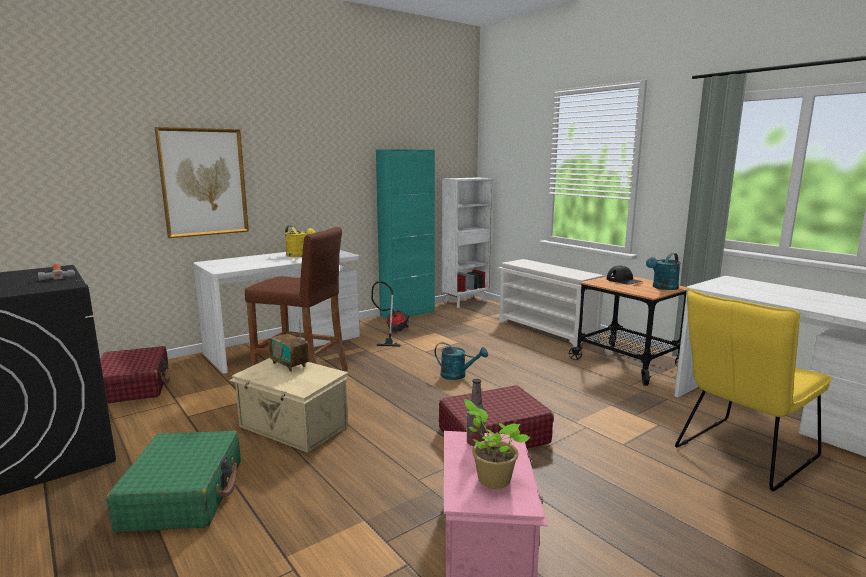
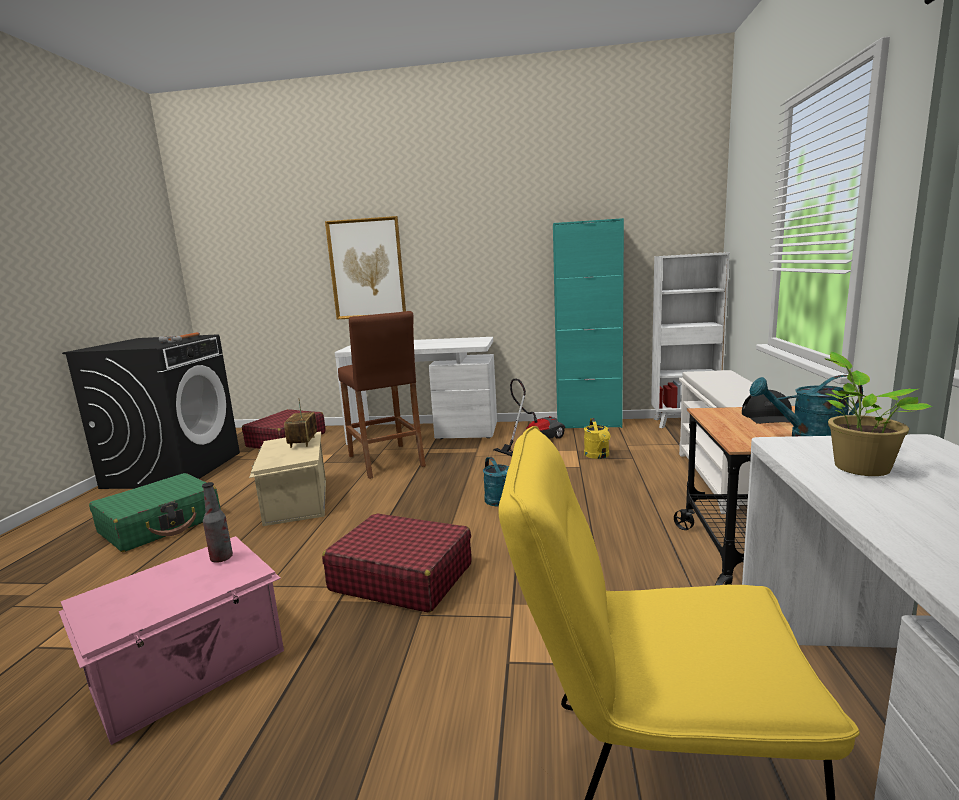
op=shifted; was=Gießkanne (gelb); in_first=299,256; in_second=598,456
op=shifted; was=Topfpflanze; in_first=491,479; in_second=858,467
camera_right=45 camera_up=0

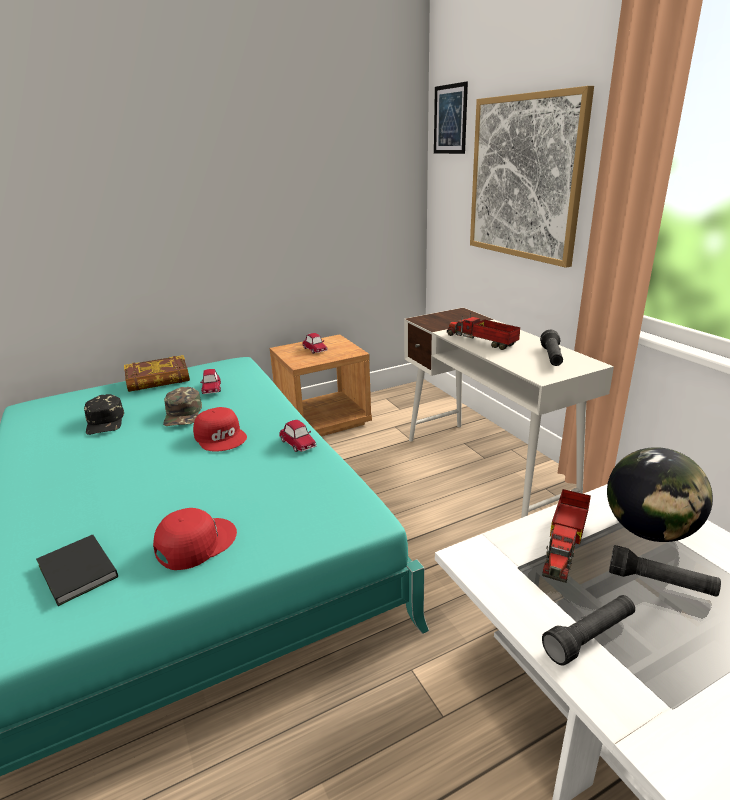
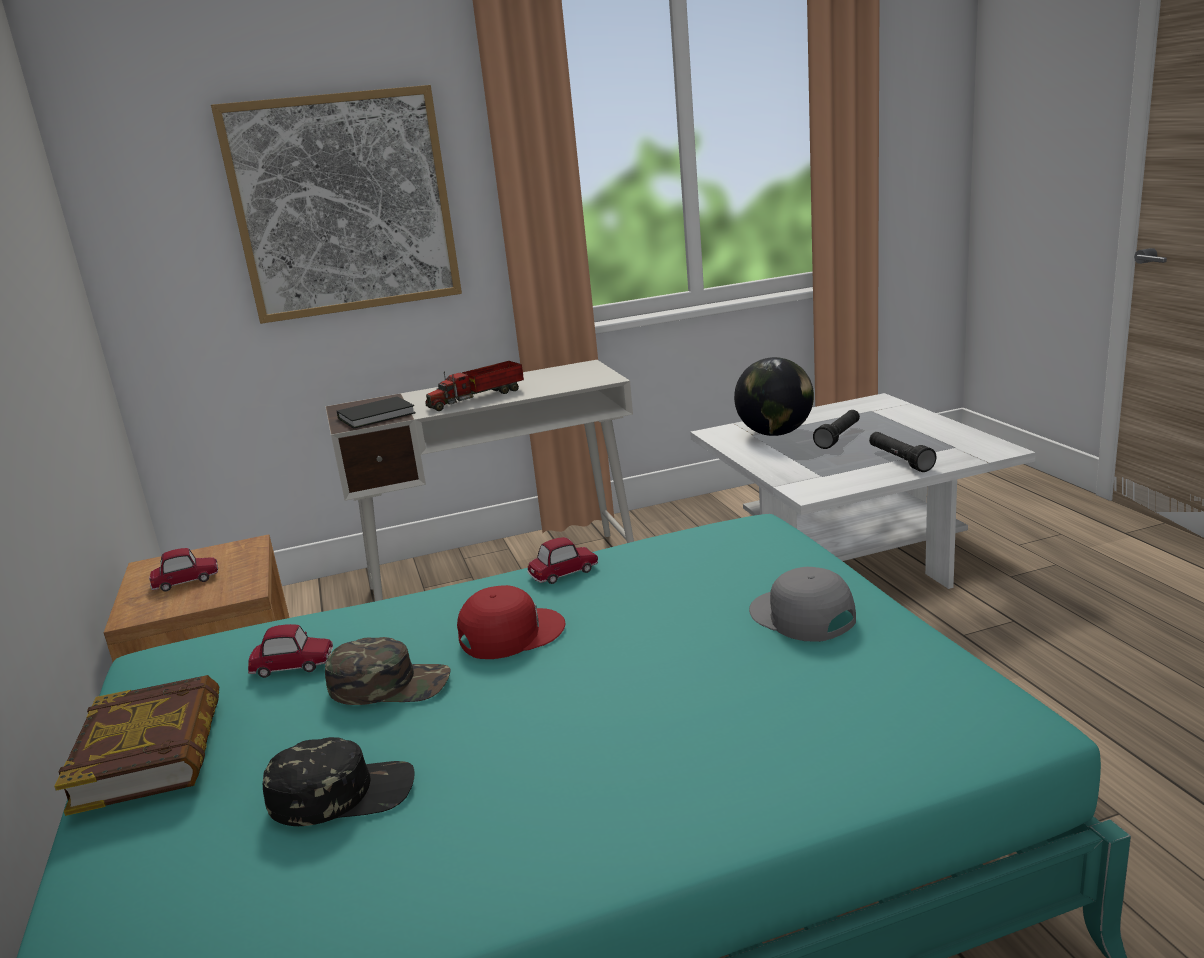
op=gone; was=Bild; in_first=450,119
op=gone; was=Taschenlampe (schwarz); in_first=551,357
op=gone; was=Spielzeuglaster; in_first=565,543
op=shifted; was=Buch (schwarz); in_first=77,573; in_second=378,415
op=repainted; was=Kappe (rot); now=Kappe (grau); in_first=195,543; in_second=801,616
camera_right=-80 camera_up=-5

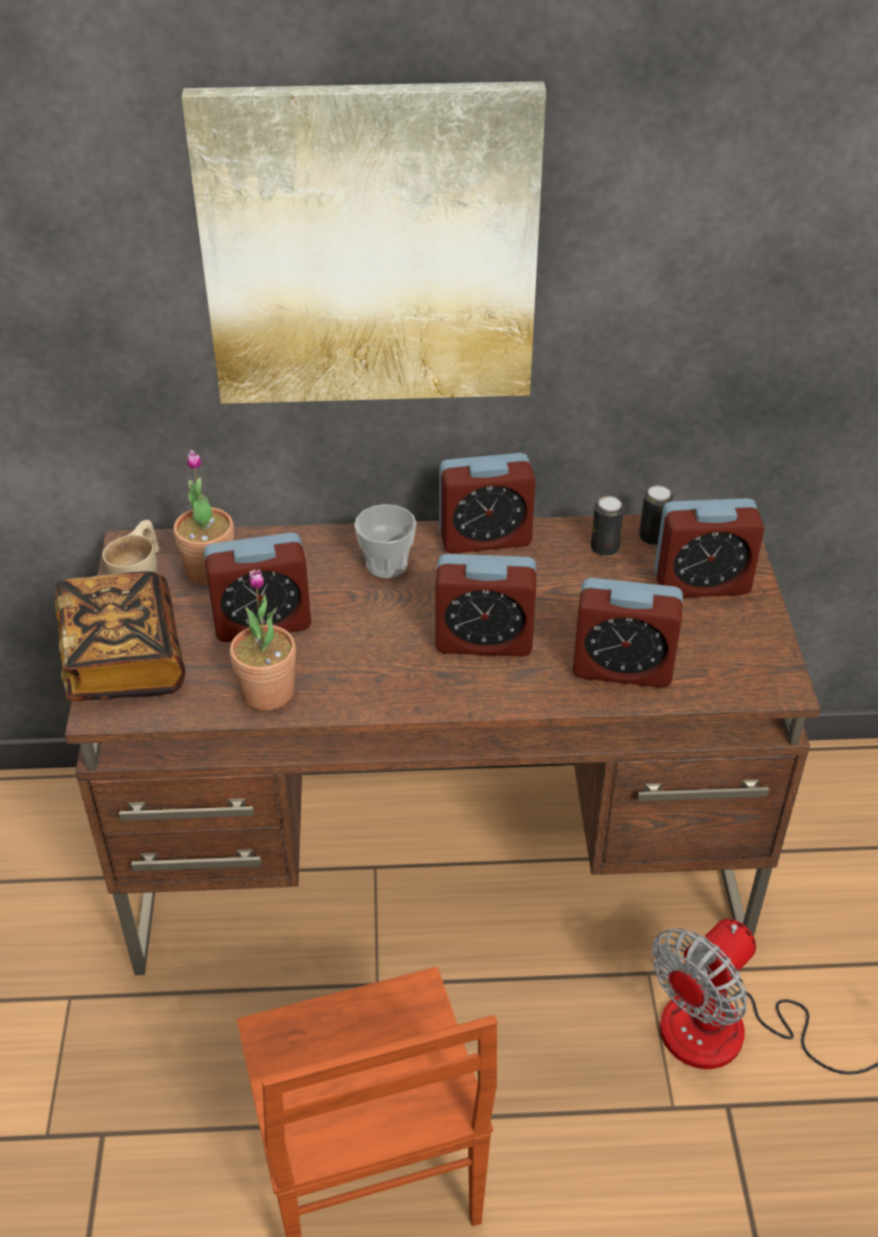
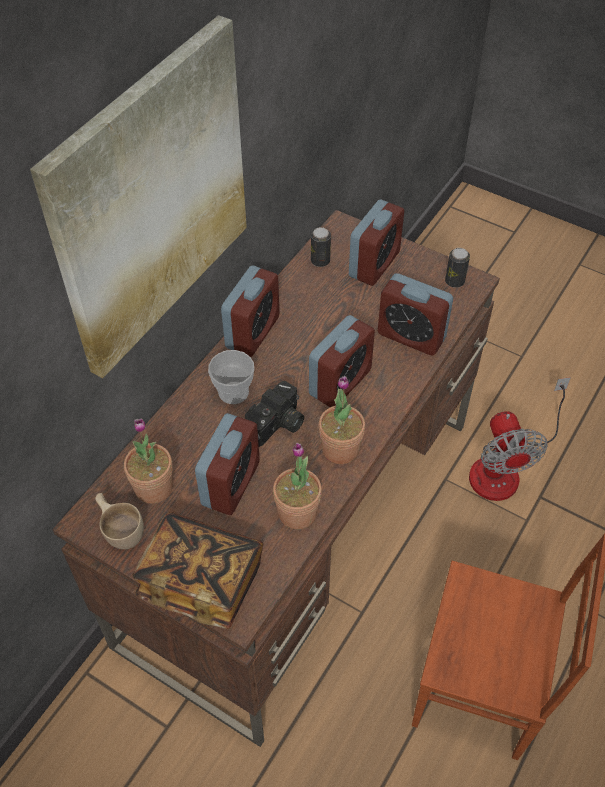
op=new; now=Kamera; in_second=277,426
op=new; now=Topfpflanze; in_second=340,449
op=shifted; was=Dose; in_first=604,548; in_second=454,281
op=rotated; was=Wecker; in_first=622,668; in_second=411,336; clockwise=75
camera_right=-55 camera_up=10

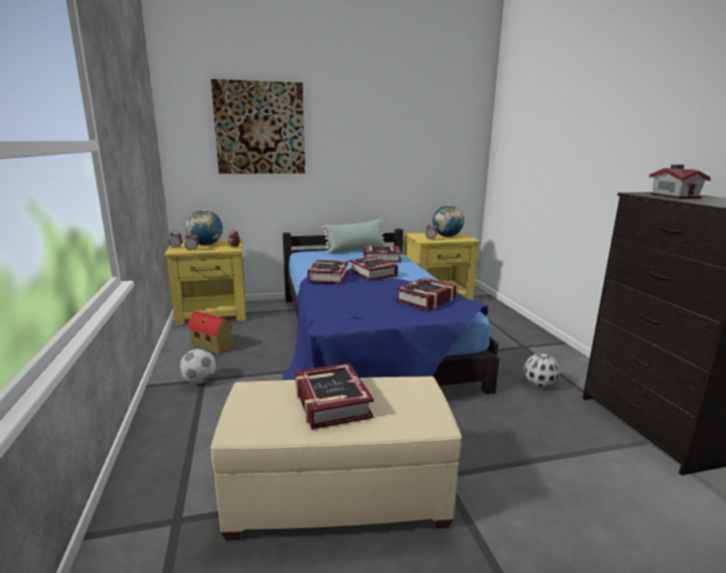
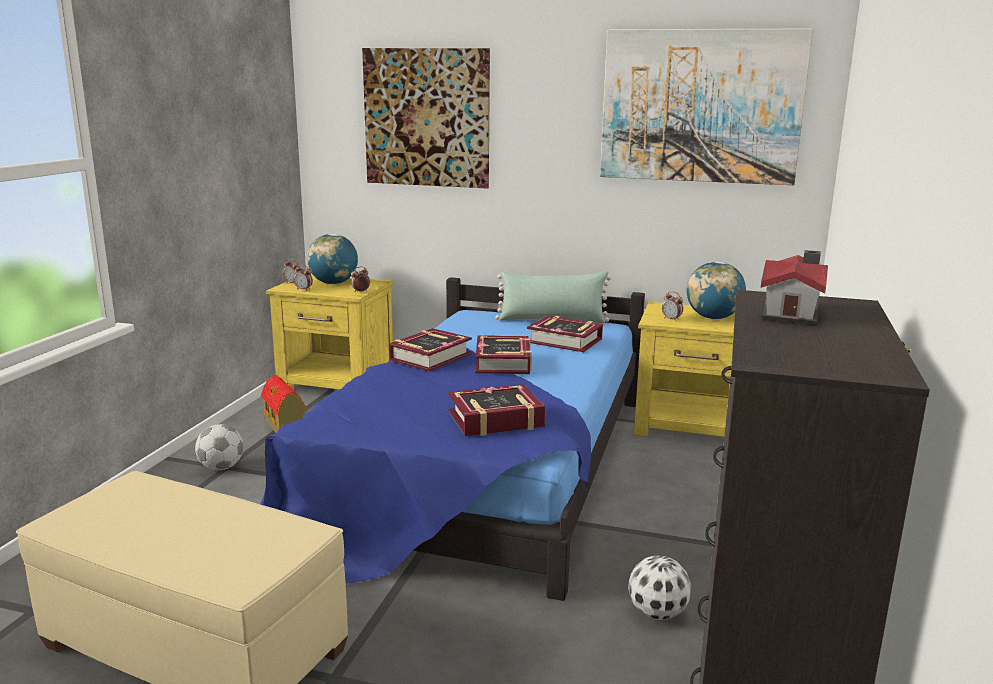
op=gone; was=Buch; in_first=331,402
op=new; now=Bild; in_second=700,106
camera_right=30 camera_up=0

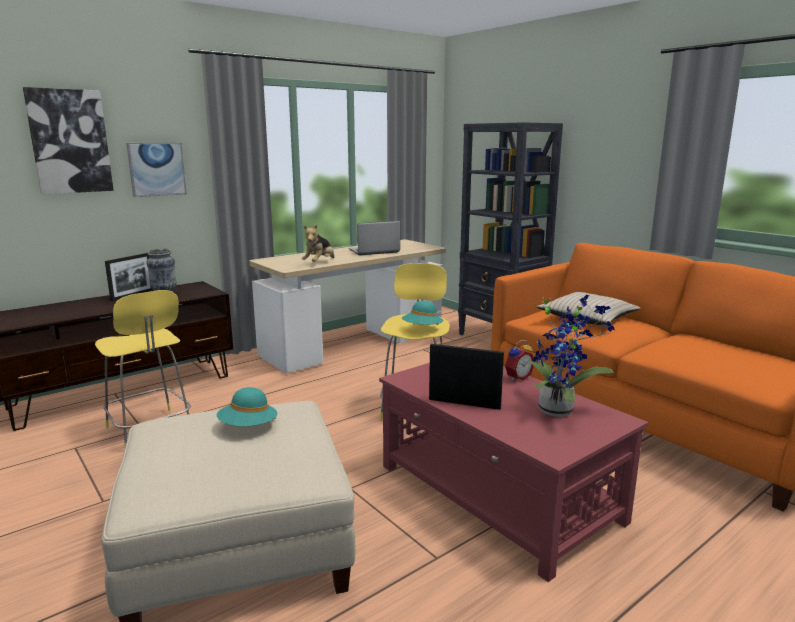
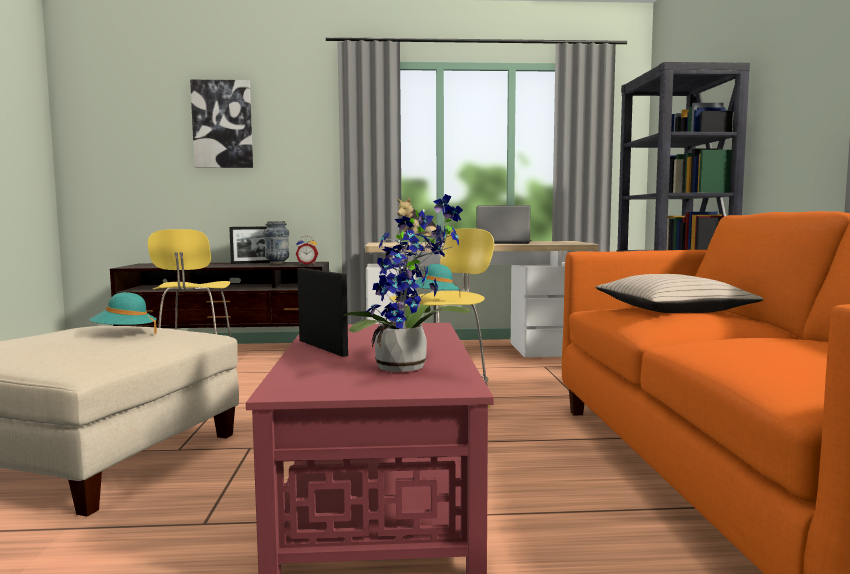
op=gone; was=Bild; in_first=157,169
op=shifted; was=Wecker; in_first=517,377; in_second=307,264
camera_right=35 camera_up=-10

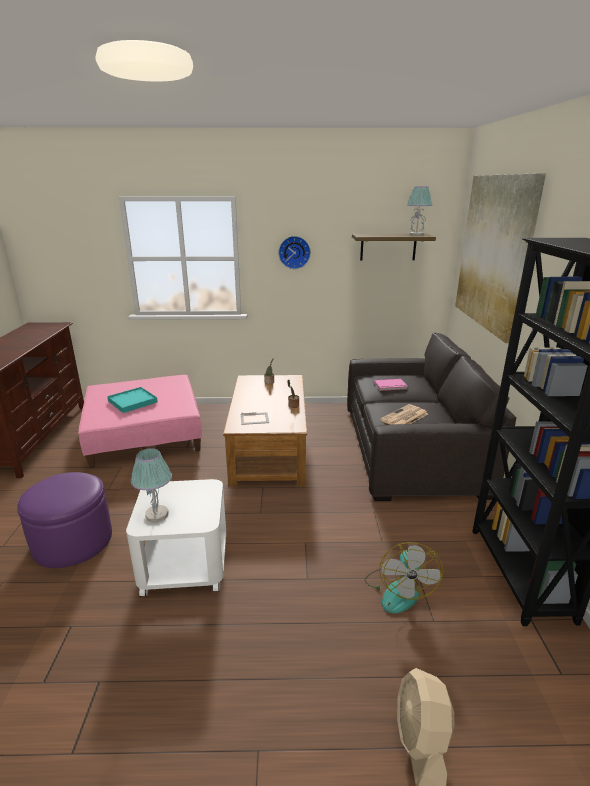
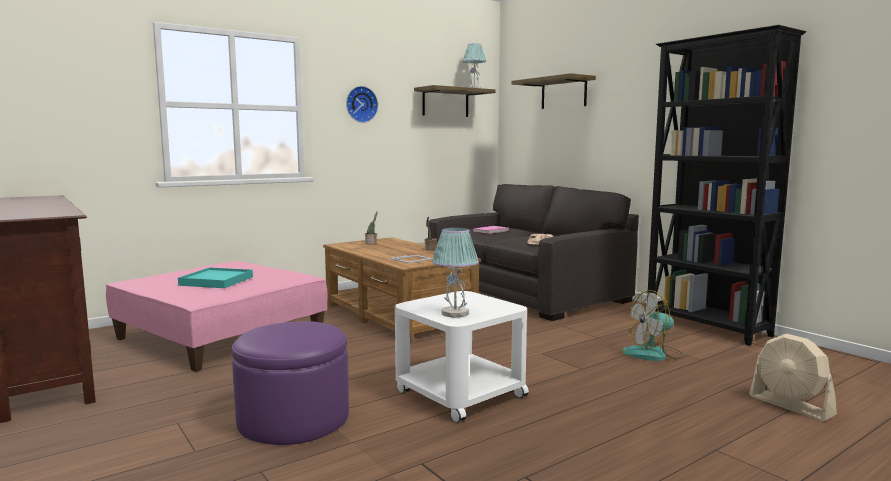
op=swapped; was=Bild; now=Wandregal; in_first=494,253; in_second=563,93
op=rotated; was=Ventilator; in_first=398,590; in_second=654,354; clockwise=105
camera_right=-35 camera_up=-15

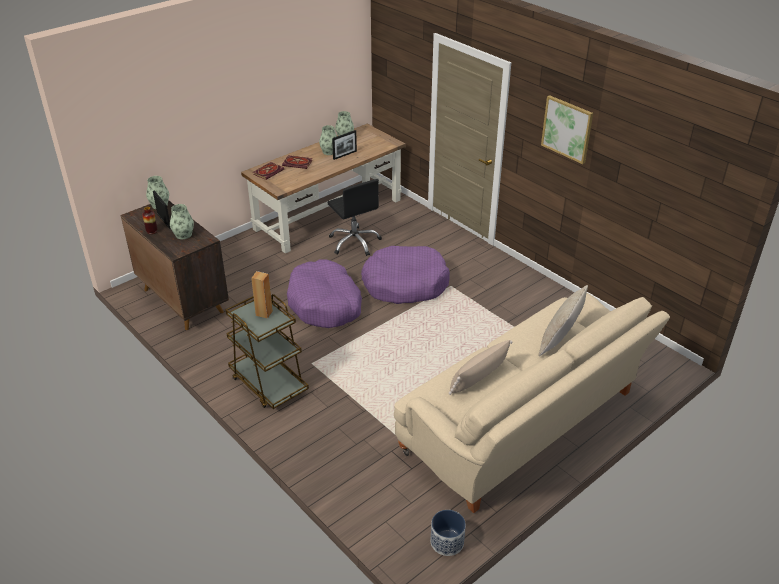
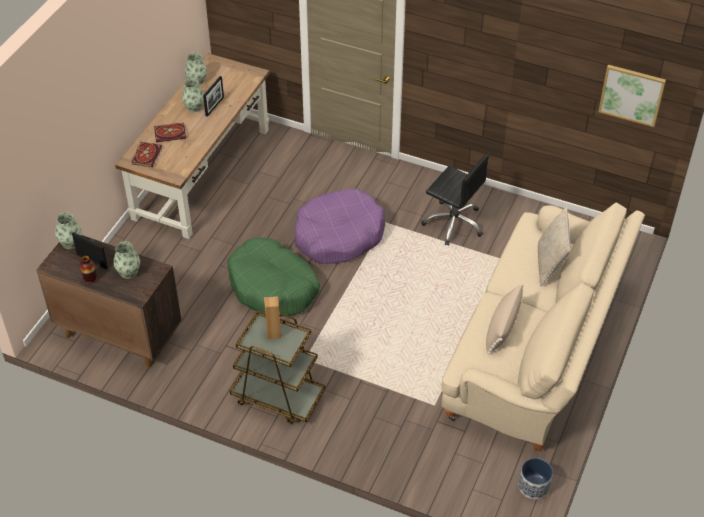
op=shifted; was=Bürostuhl (schwarz); in_first=354,242; in_second=454,223
op=shifted; was=Bild; in_first=567,129; in_second=631,94
op=repainted; was=Hundebett (lila); now=Hundebett (grün); in_first=325,304; in_second=273,287
camera_right=-25 camera_up=10

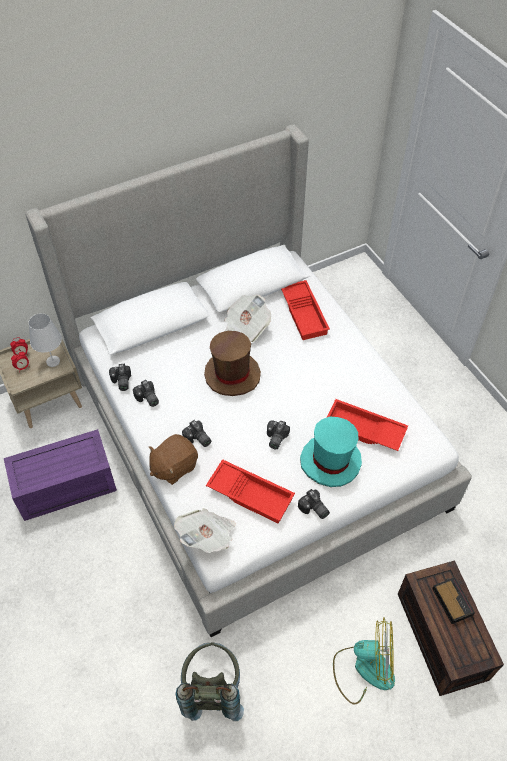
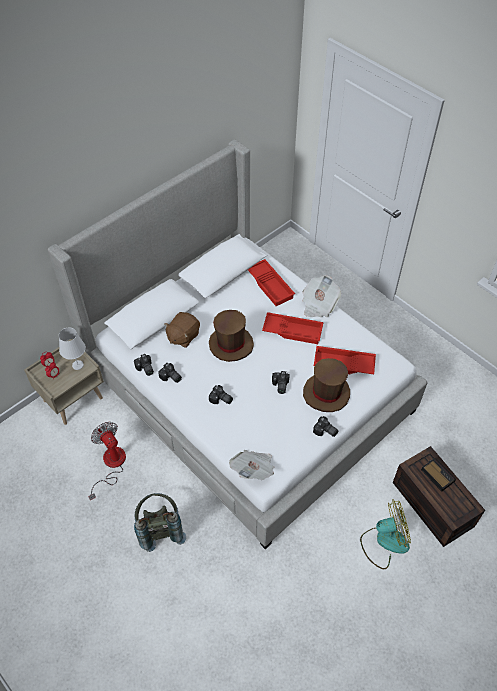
op=shifted; was=Plüschtier (braun); in_first=174,466; in_second=183,336
op=shifted; was=Rucksack (grau); in_first=212,690; in_second=159,528
op=shifted; was=Tablett (rot); in_first=251,494; in_second=293,330
op=shifted; was=Zeitung; in_first=245,329; in_second=318,304
op=swapped; was=Aufbewahrungsbox (lila); now=Ventilator; in_first=65,488; in_second=111,465
op=repainted; was=Hut (türkis); now=Hut (braun); in_first=330,461; in_second=326,393
camera_right=-15 camera_up=0

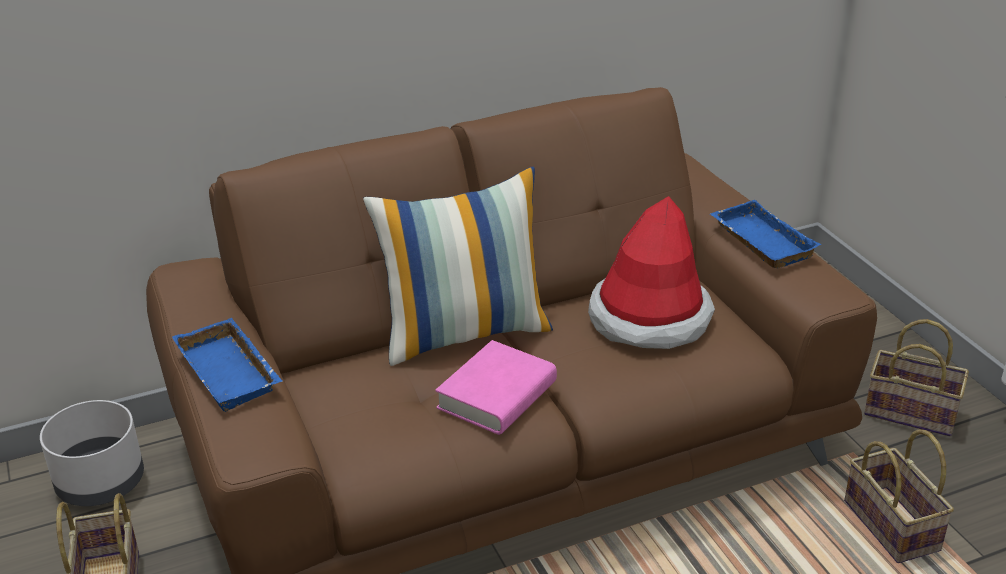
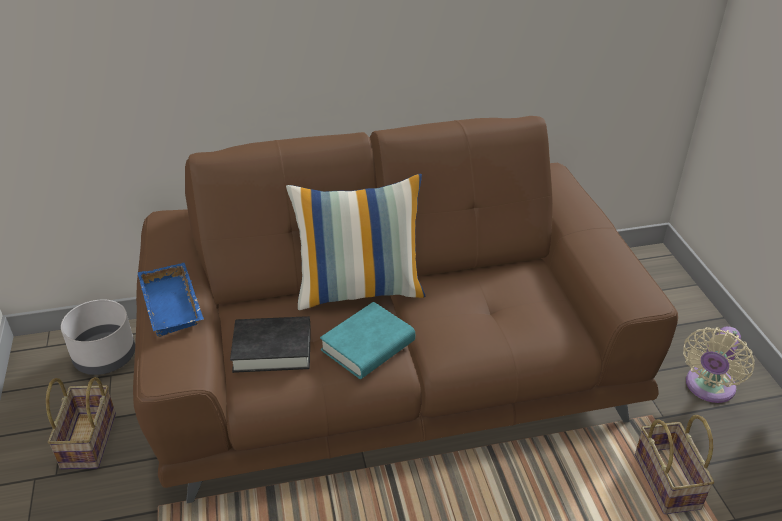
op=gone; was=Hut; in_first=649,318
op=gone; was=Tablett (blau); in_first=759,241
op=new; now=Buch (schwarz); in_second=272,349
op=swapped; was=Korb; now=Ventilator (beige); in_first=913,412; in_second=708,388
op=repainted; was=Buch (rosa); now=Buch (türkis); in_first=497,396; in_second=368,346
camera_right=10 camera_up=5

